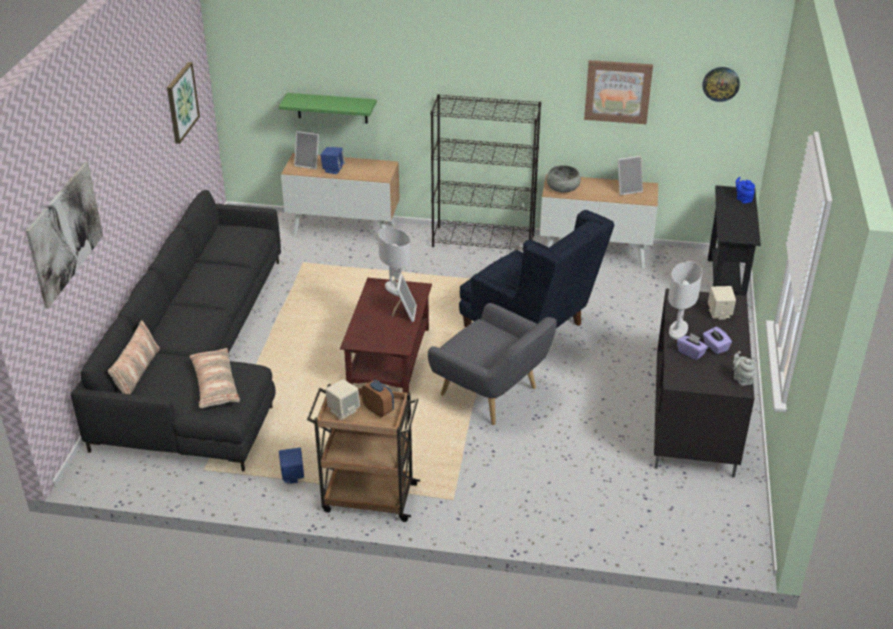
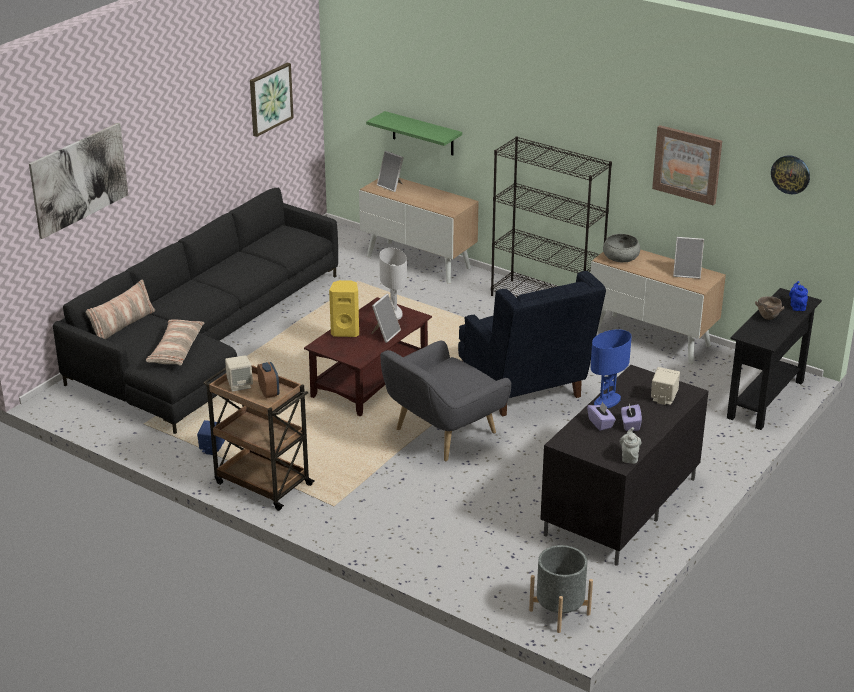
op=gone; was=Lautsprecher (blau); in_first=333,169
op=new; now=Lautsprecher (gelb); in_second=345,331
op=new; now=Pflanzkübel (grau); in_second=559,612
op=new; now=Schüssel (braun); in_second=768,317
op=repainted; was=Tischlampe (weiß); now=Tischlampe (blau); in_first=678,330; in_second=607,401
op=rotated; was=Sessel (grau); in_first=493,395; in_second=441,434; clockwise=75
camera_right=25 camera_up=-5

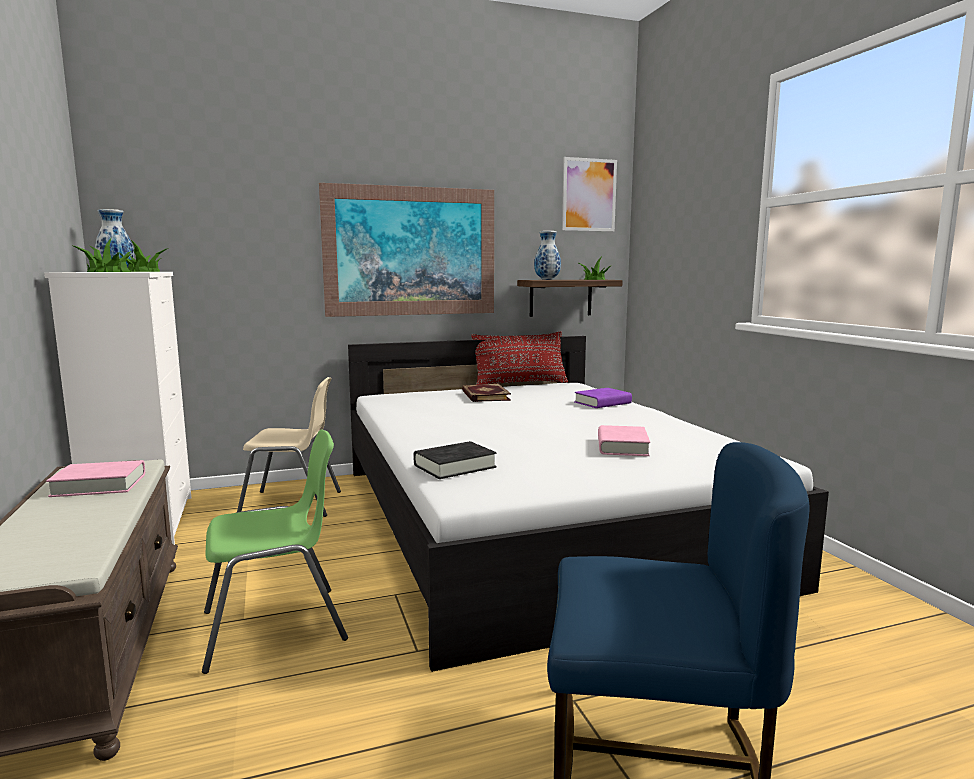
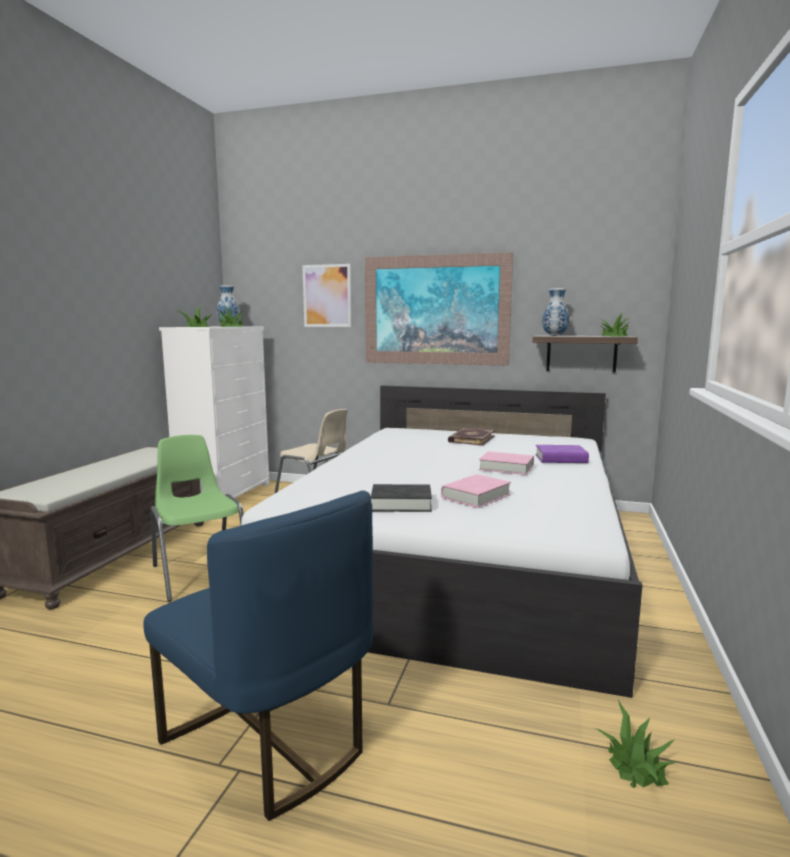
op=gone; was=Kissen (rot); in_first=520,384
op=new; now=Topfpflanze; in_second=636,765
op=shifted; was=Buch (rosa); in_first=99,485; in_second=506,468
op=shifted; was=Buch (schwarz); in_first=454,466; in_second=401,504
op=shifted; was=Bild; in_first=589,195; in_second=327,296
op=rotated; was=Stuhl (grün); in_first=276,627; in_second=200,573; clockwise=-135
camera_right=35 camera_up=0

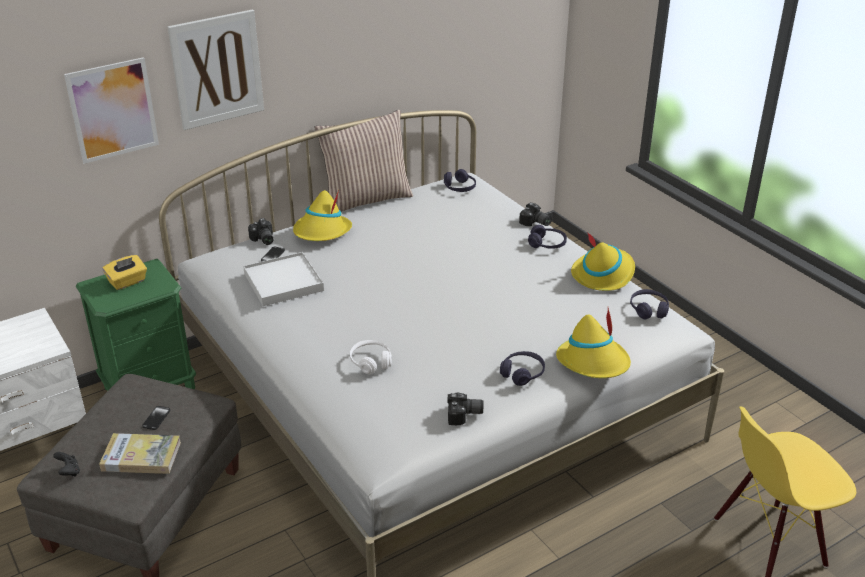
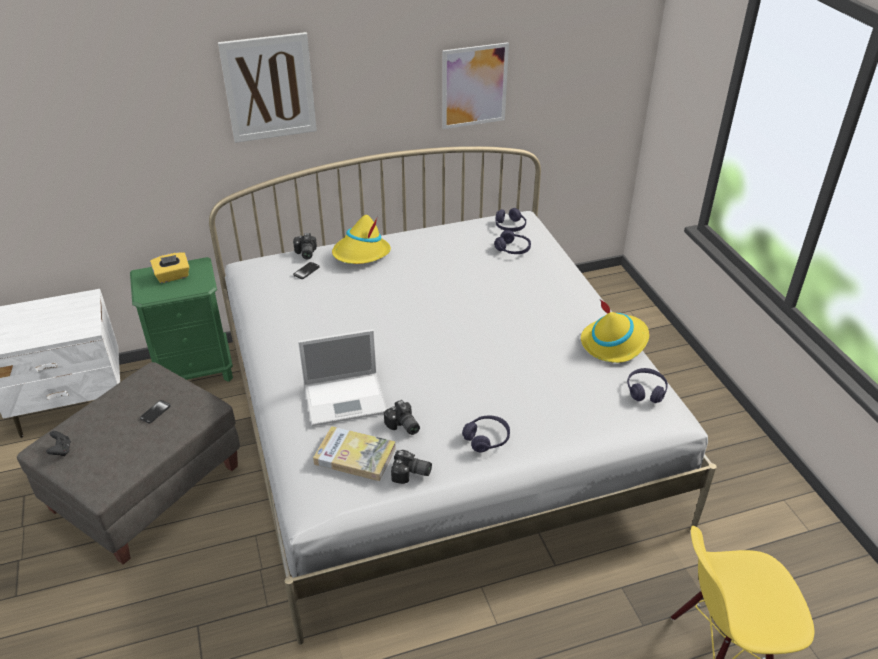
op=gone; was=Tablett (weiß); in_first=283,282
op=gone; was=Kissen; in_first=366,199
op=gone; was=Hut (gelb); in_first=594,362
op=shifted; was=Bild; in_first=113,110; in_second=474,86
op=shifted; was=Buch; in_first=141,456; in_second=355,456
op=shifted; was=Kamera; in_first=535,223; in_second=403,426
op=shifted; was=Kopfhörer (lila); in_first=547,244; in_second=513,249
op=swapped; was=Kopfhörer (weiß); now=Laptop; in_first=371,362; in_second=346,398
camera_right=15 camera_up=5

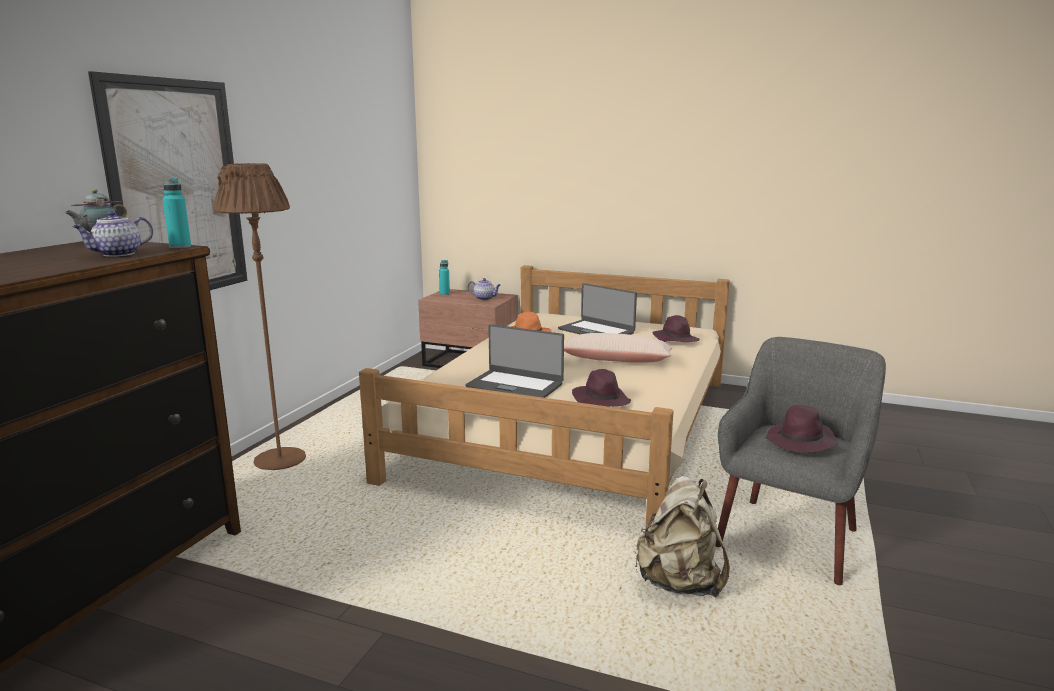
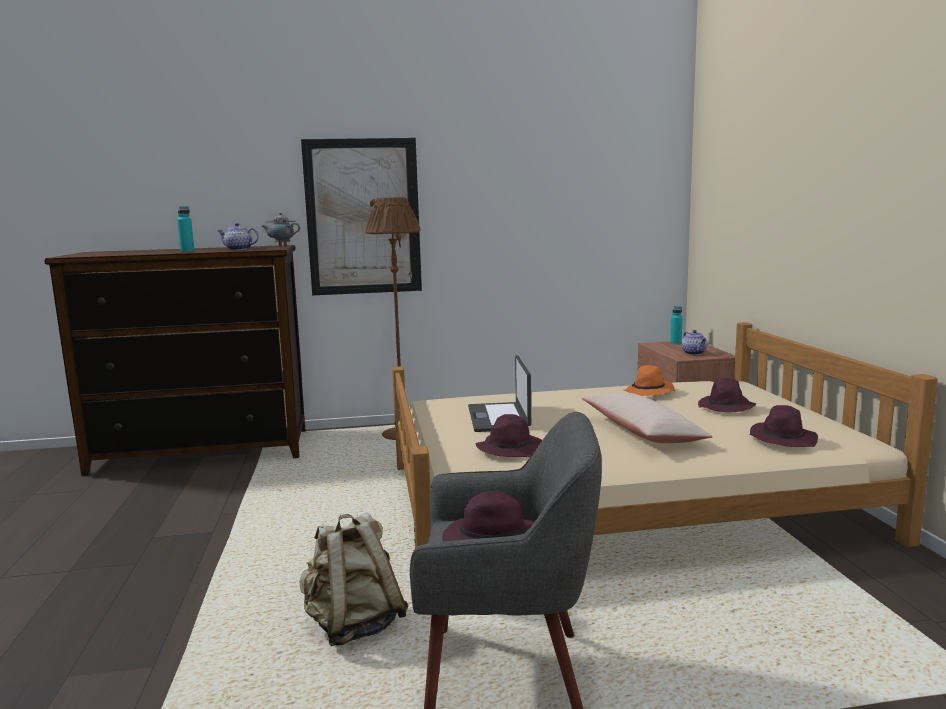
op=shifted; was=Flasche (türkis); in_first=180,247; in_second=187,251
op=swapped; was=Laptop; now=Hut (lila); in_first=596,331; in_second=726,407
camera_right=60 camera_up=-5

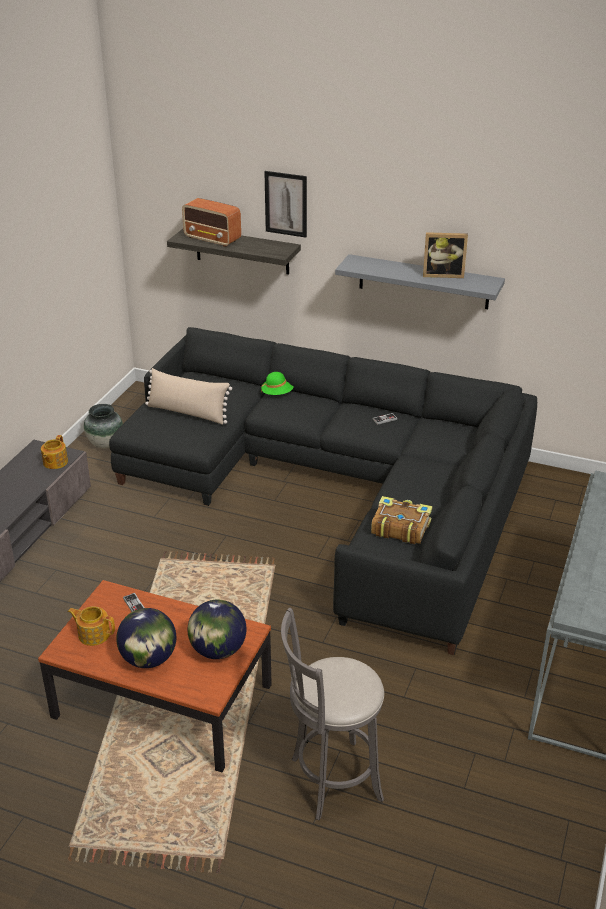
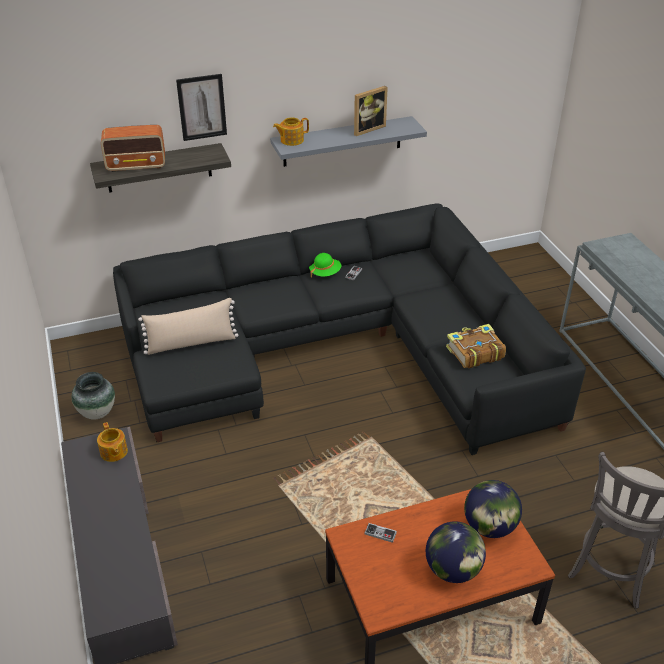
op=shifted; was=Teekanne; in_first=93,634; in_second=291,140
op=shifted; was=Hut (grün); in_first=277,393; in_second=325,273
camera_right=-40 camera_up=5

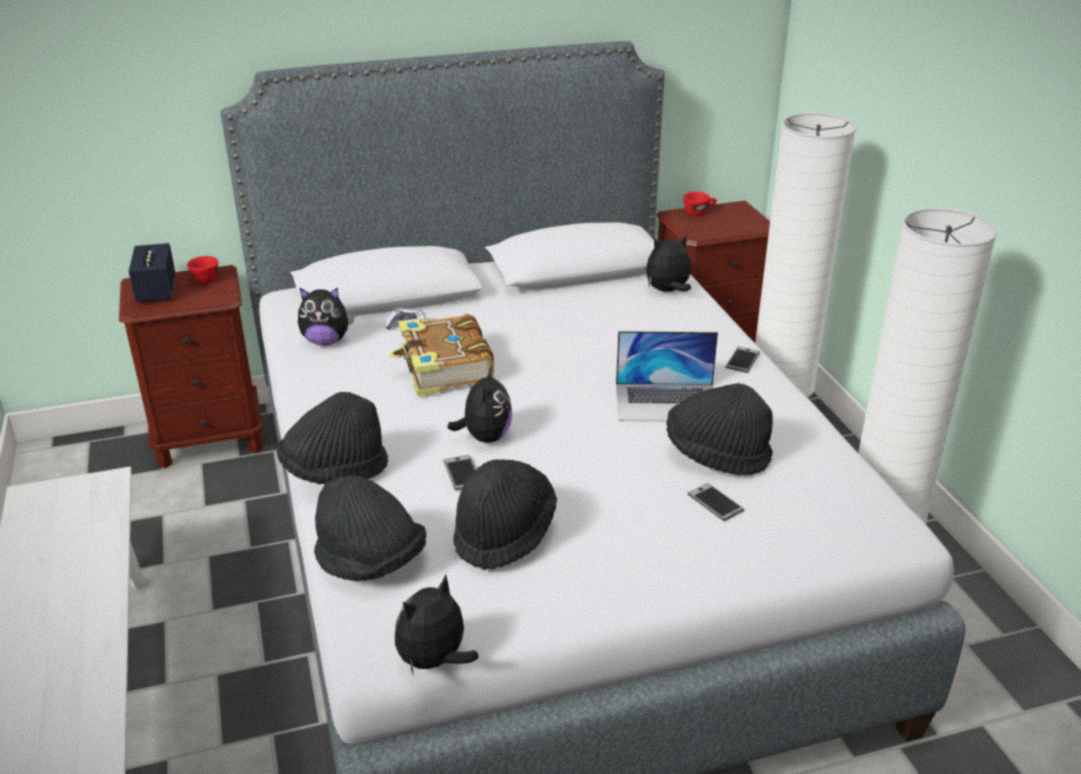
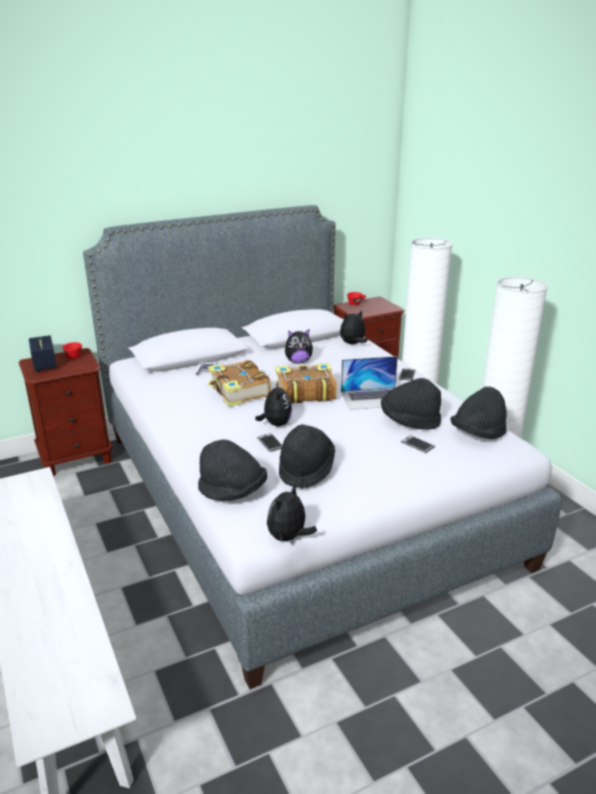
op=new; now=Buch; in_second=304,392
op=shifted; was=Hut (schwarz); in_first=335,471; in_second=478,434
op=shifted; was=Plüschtier; in_first=326,341; in_second=298,361
camera_right=-10 camera_up=-5

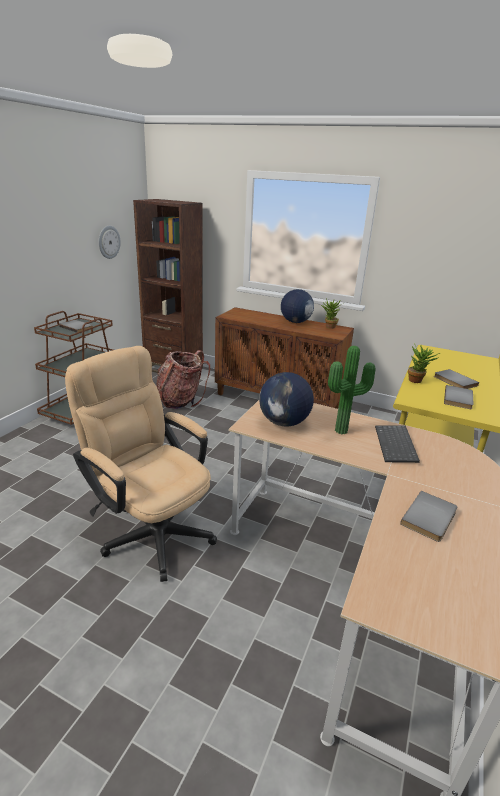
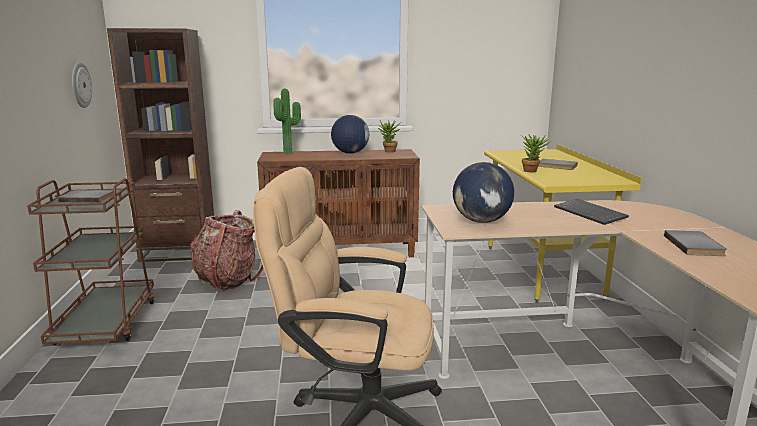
op=gone; was=Buch (grau); in_first=459,399
op=shifted; was=Topfpflanze; in_first=343,432; in_second=289,153
camera_right=-30 camera_up=-10

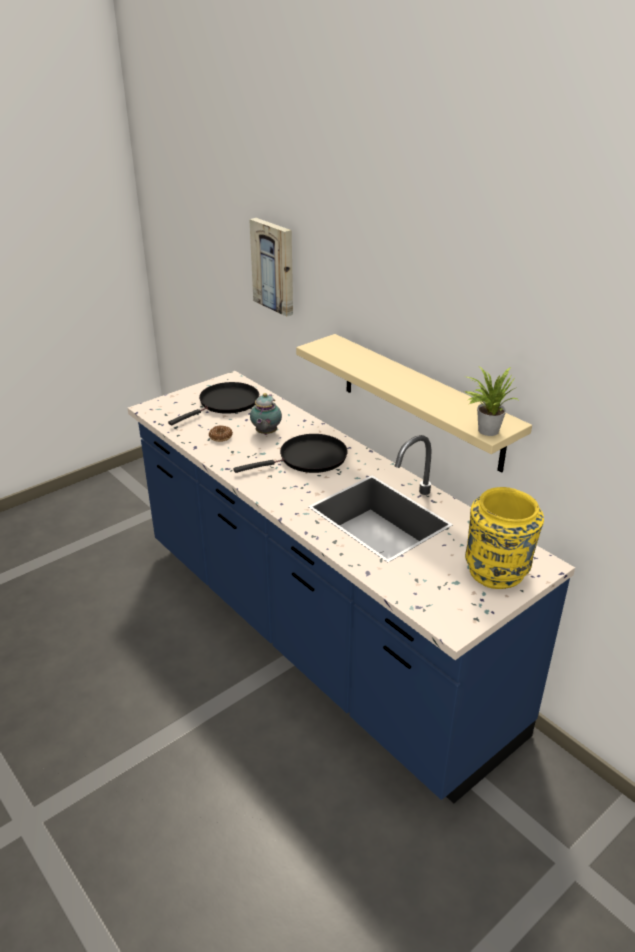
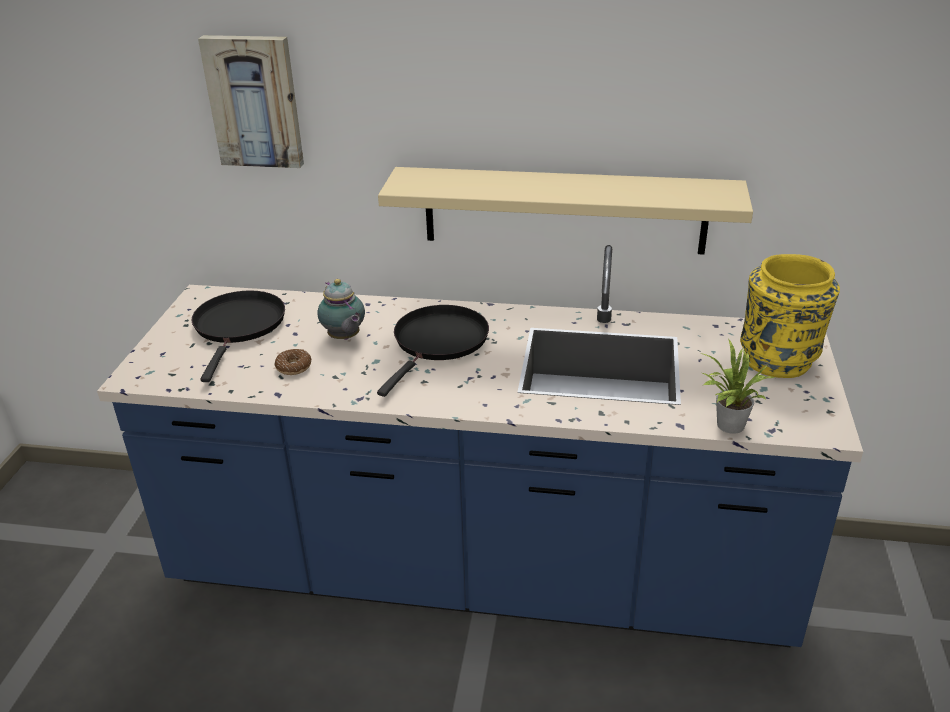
op=shifted; was=Topfpflanze; in_first=485,430; in_second=727,425
camera_right=-40 camera_up=0

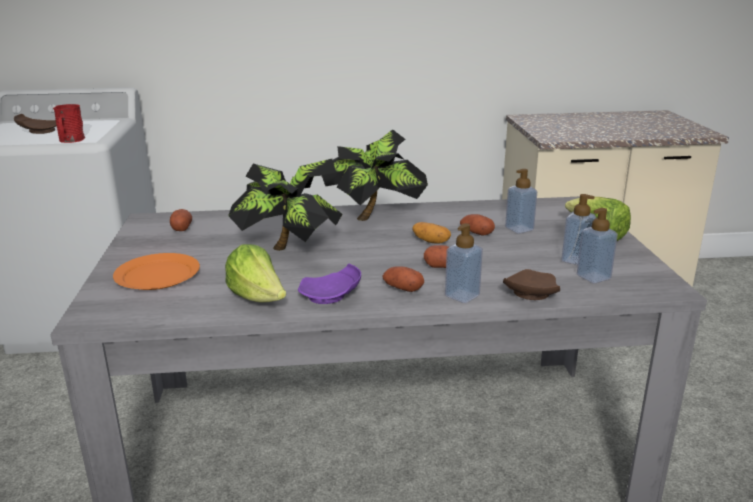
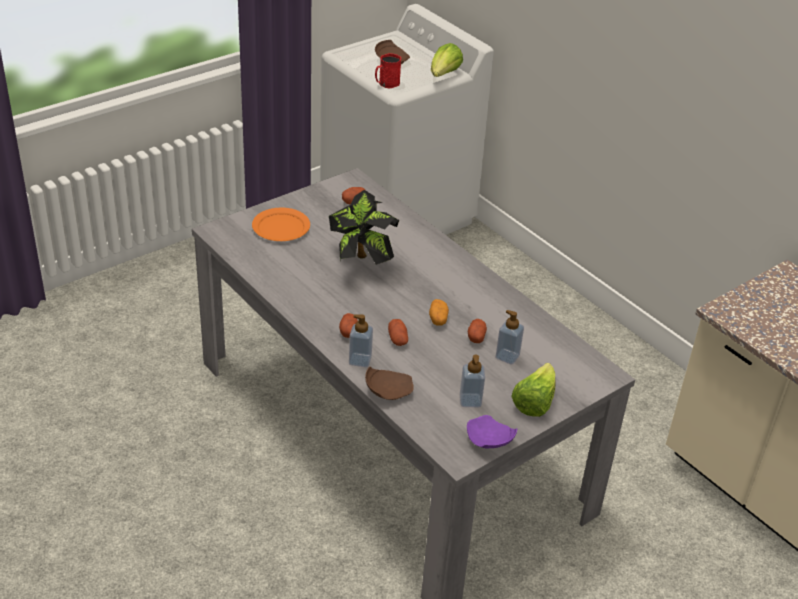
op=gone; was=Topfpflanze; in_first=375,218
op=gone; was=Seifenspender; in_first=593,277
op=shifted; was=Salatkopf; in_first=258,299; in_second=444,75
op=shifted; was=Teller (lila); in_first=331,296; in_second=488,441
camera_right=55 camera_up=15

